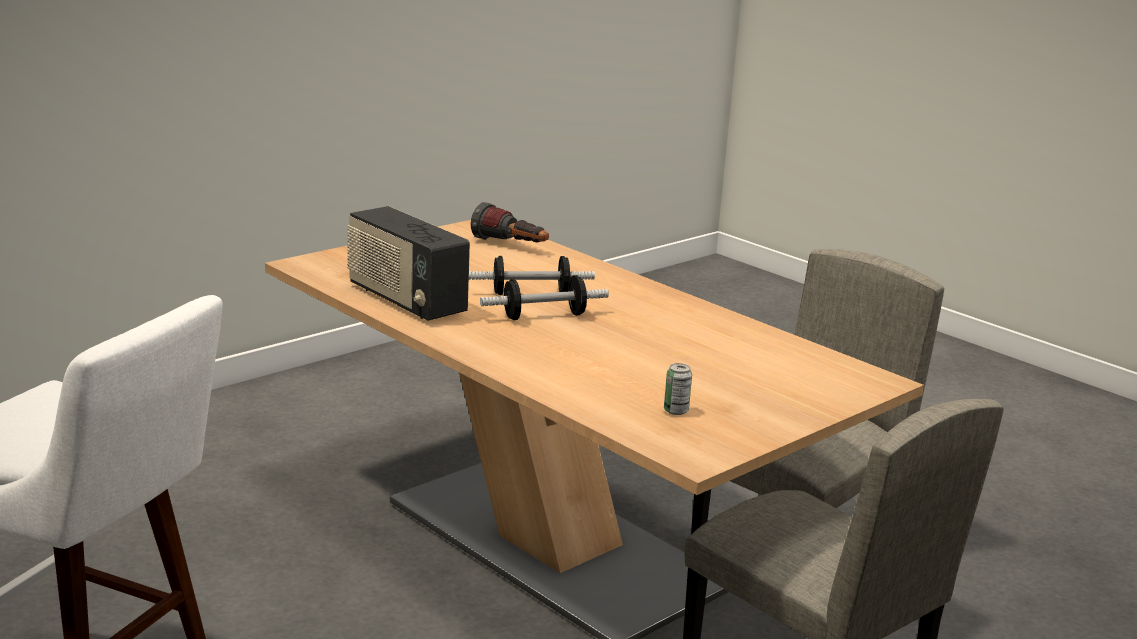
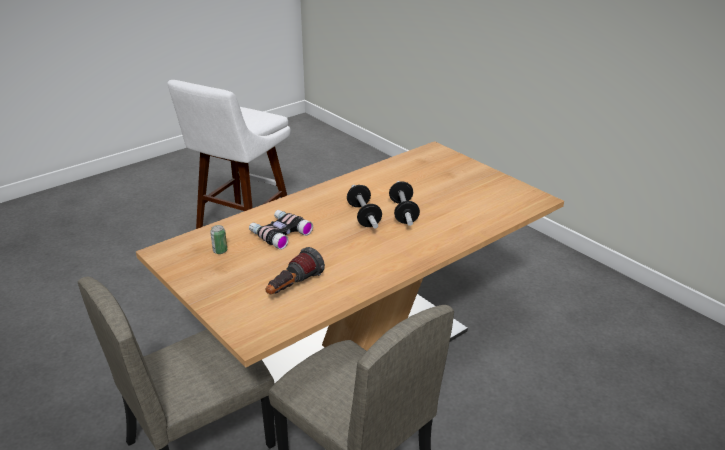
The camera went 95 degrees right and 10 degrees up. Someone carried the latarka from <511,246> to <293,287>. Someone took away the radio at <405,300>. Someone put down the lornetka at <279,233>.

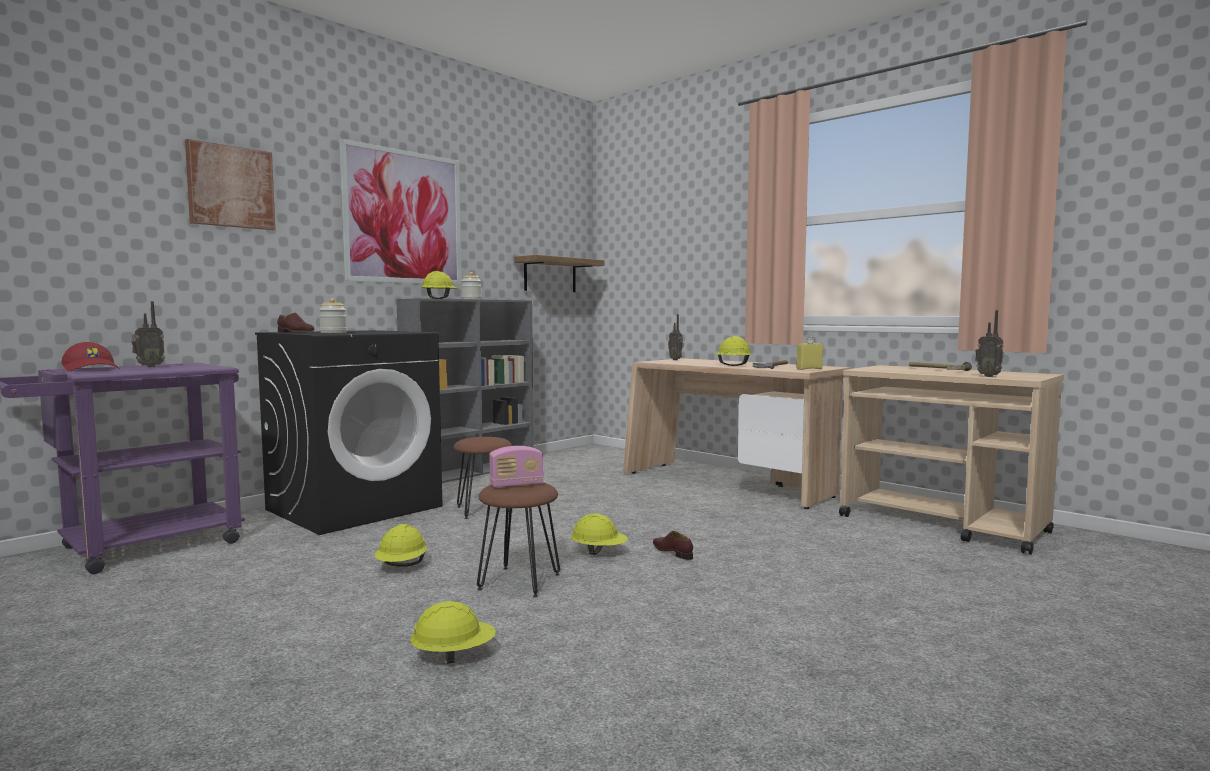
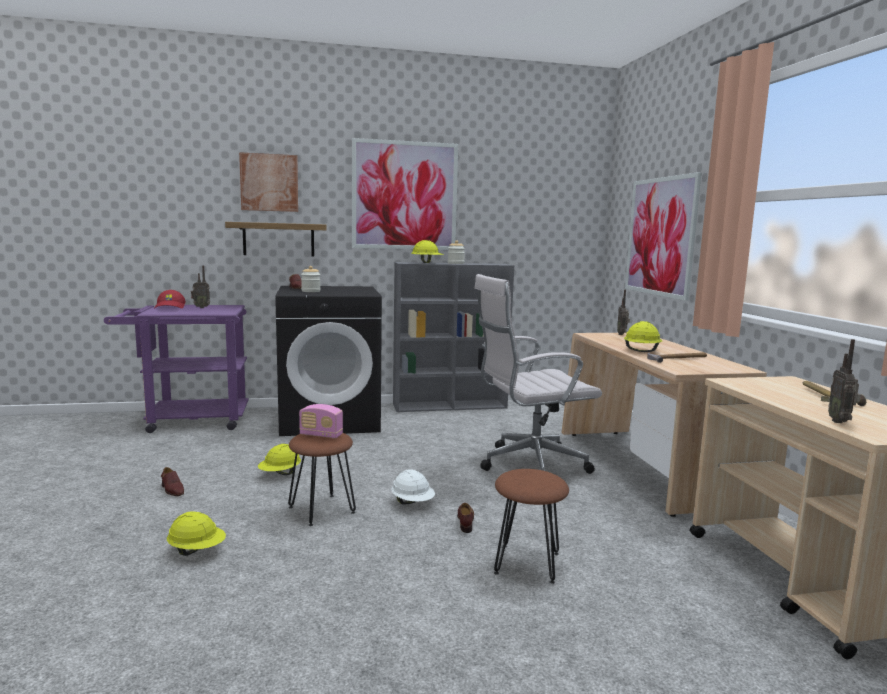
The camera went 35 degrees right and 5 degrees up. Someone carried the półka from <550,275> to <278,239>. Someone took away the butelka (żółty) at <809,369>. Someone carried the stołek (brązowy) from <484,510> to <528,563>. Someone repainted the kask (żółty) at <599,552>, which became the kask (biały) at <413,503>. Someone put up the obraz at <660,236>. Someone put down the krzesło biurowe (biały) at <528,465>. Someone put down the but (brązowy) at <172,490>.

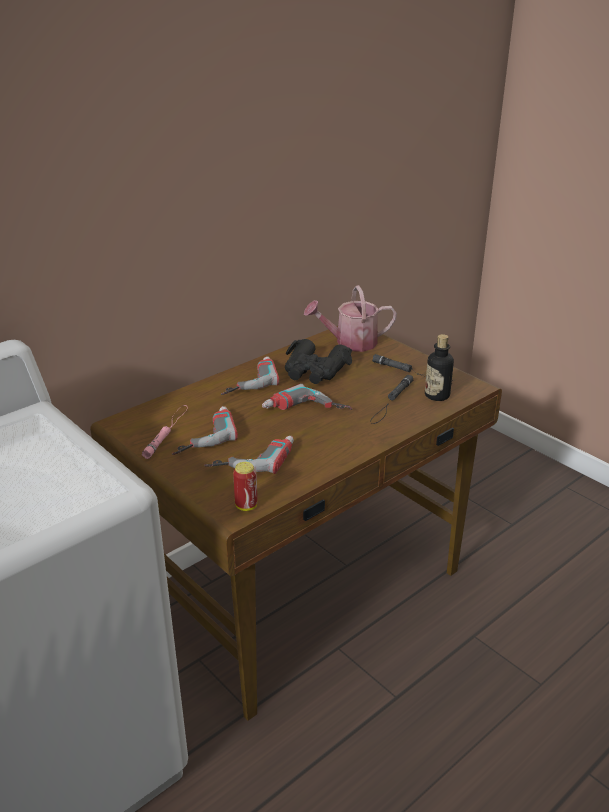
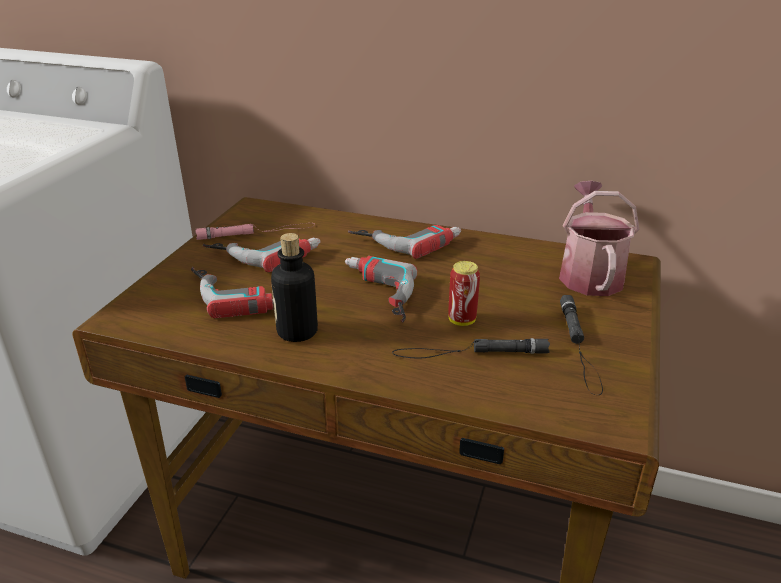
The camera went 60 degrees right and 0 degrees up. Someone rotated the konewka at <350,343> by 45 degrees clockwise. Someone carried the butelka from <437,395> to <297,331>. Someone took away the lornetka (czarny) at <314,371>. Someone carried the puszka from <246,506> to <462,320>.

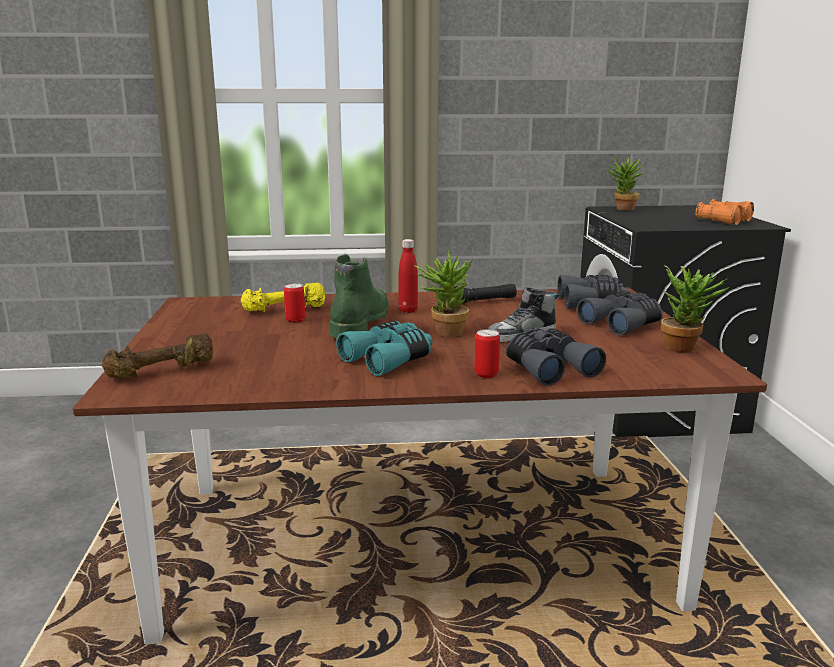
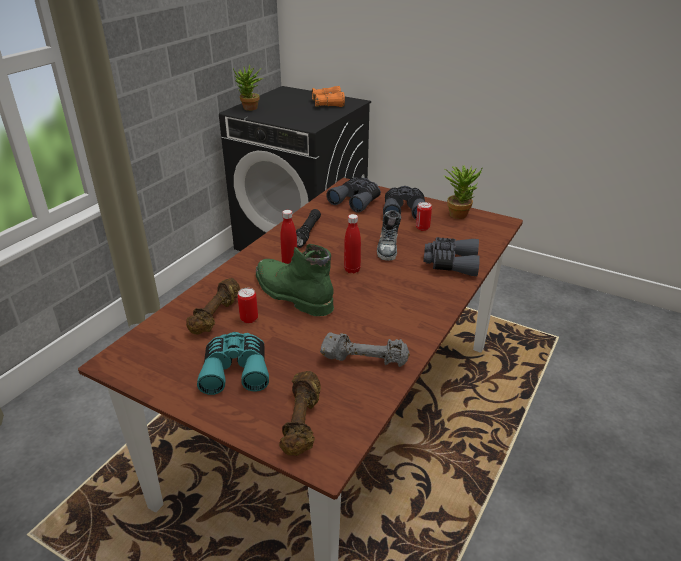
The camera went 55 degrees left and 15 degrees up. Someone swapped the roślina doniczkowa at <444,332> for the butelka (czerwony) at <352,270>. Someone repainted the hantel (żółty) at <284,310>, which became the hantel (brązowy) at <216,316>. Someone carried the lornetka (turkusowy) from <389,359> to <235,370>. Someone carried the puszka from <486,374> to <422,228>. Someone put down the hantel (szary) at <364,359>.

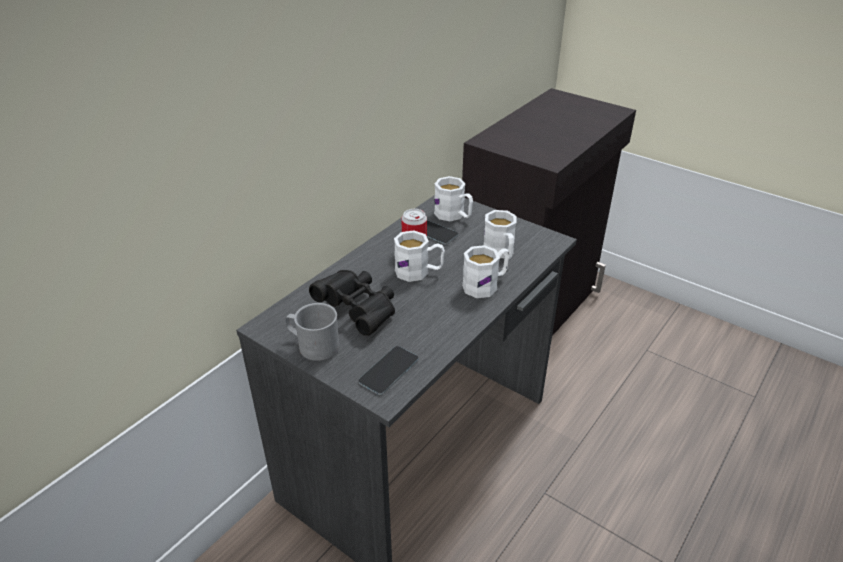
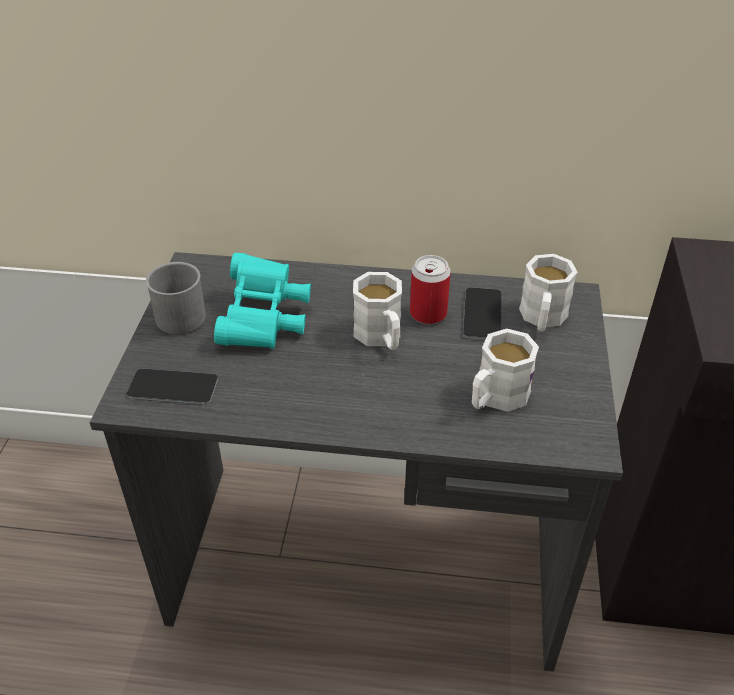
The camera went 60 degrees right and 5 degrees up. Someone took away the kubek (biały) at <486,284>. Someone repainted the lornetka (czarny) at <358,311>, which became the lornetka (turkusowy) at <264,320>.

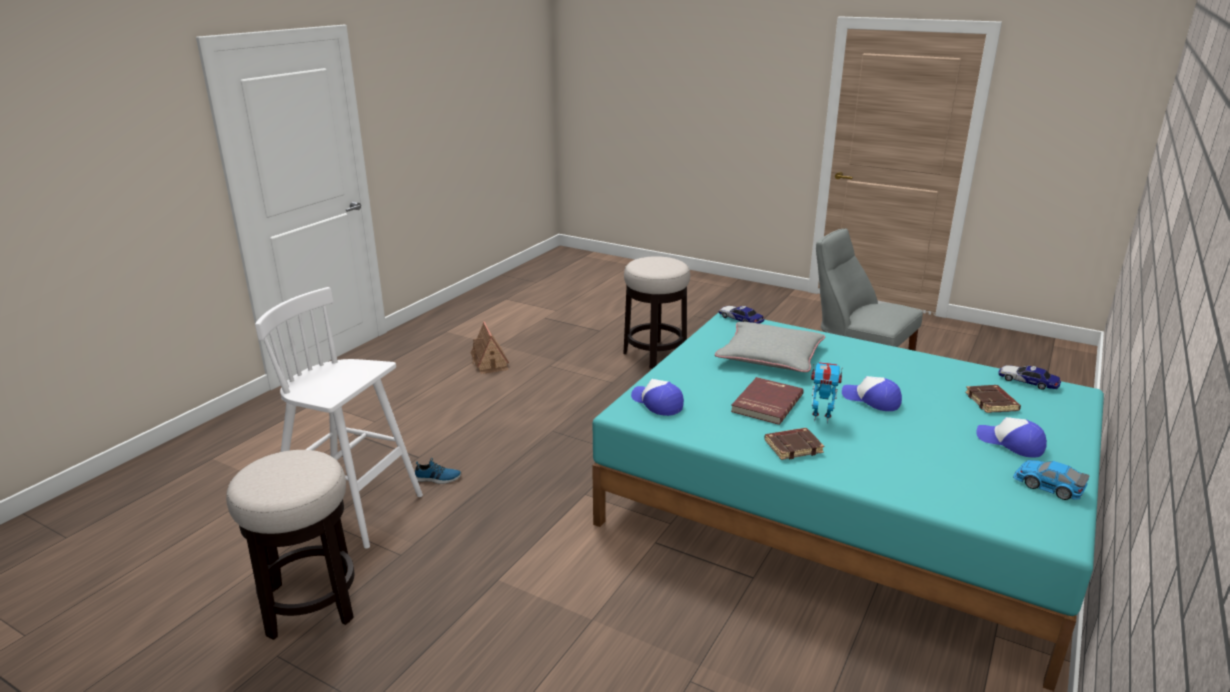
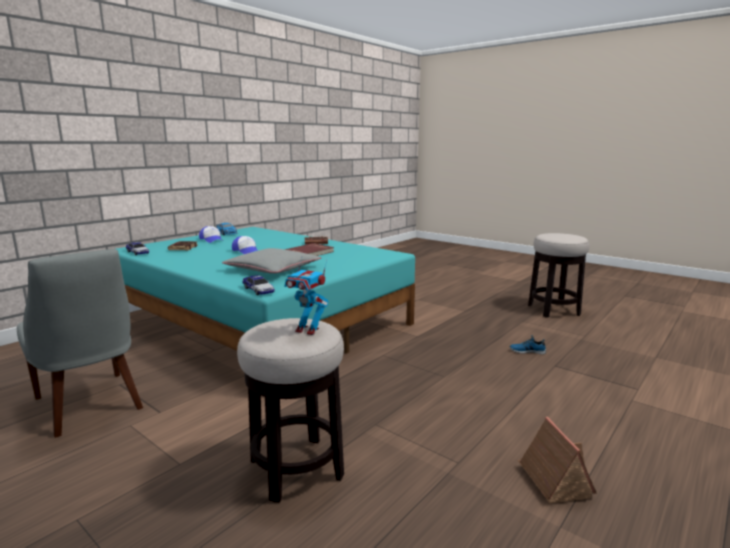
The camera went 170 degrees left and 10 degrees down. Someone took away the stołek (biały) at <352,509>. Someone carried the robot zabawkowy from <821,418> to <308,330>. Someone took away the czapka z daszkiem at <657,403>.

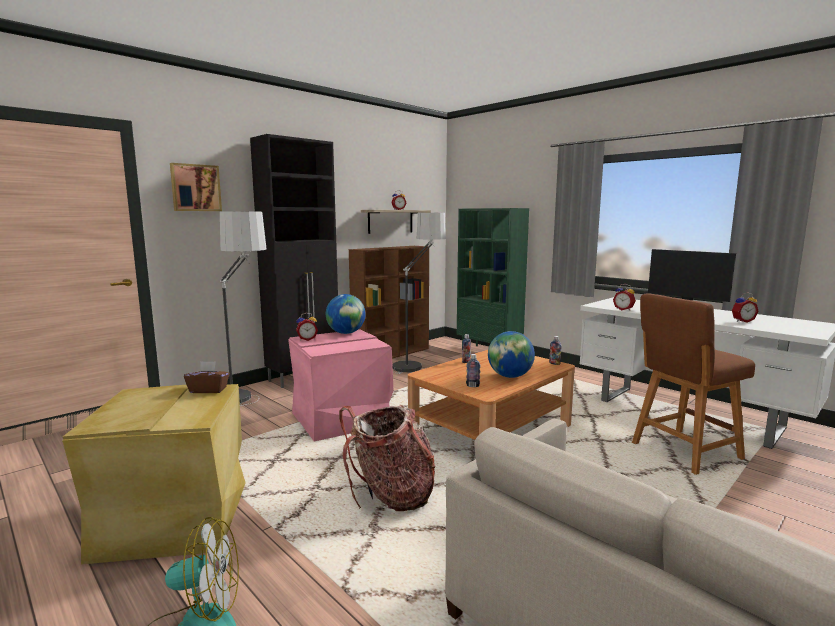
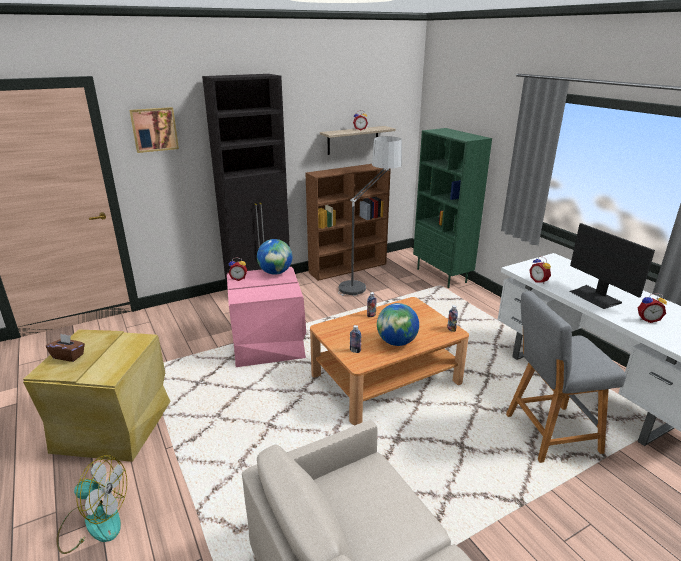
The camera went 15 degrees right and 15 degrees up. Someone took away the lampa stojąca at <244,408>. Someone repainted the stołek (brązowy) at <682,452>, which became the stołek (szary) at <548,434>. Someone carried the pudełko chusteczek (brązowy) from <208,390> to <68,356>. Someone took away the plecak at <391,496>.

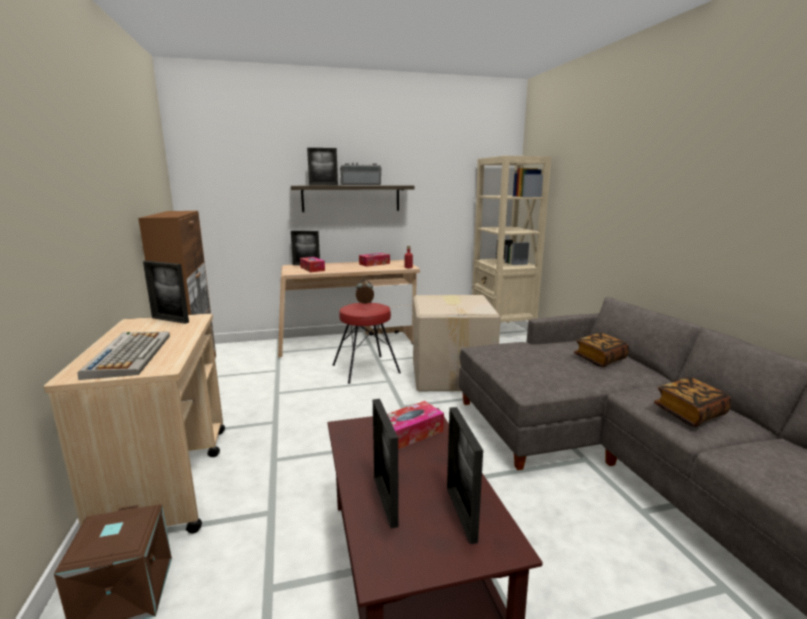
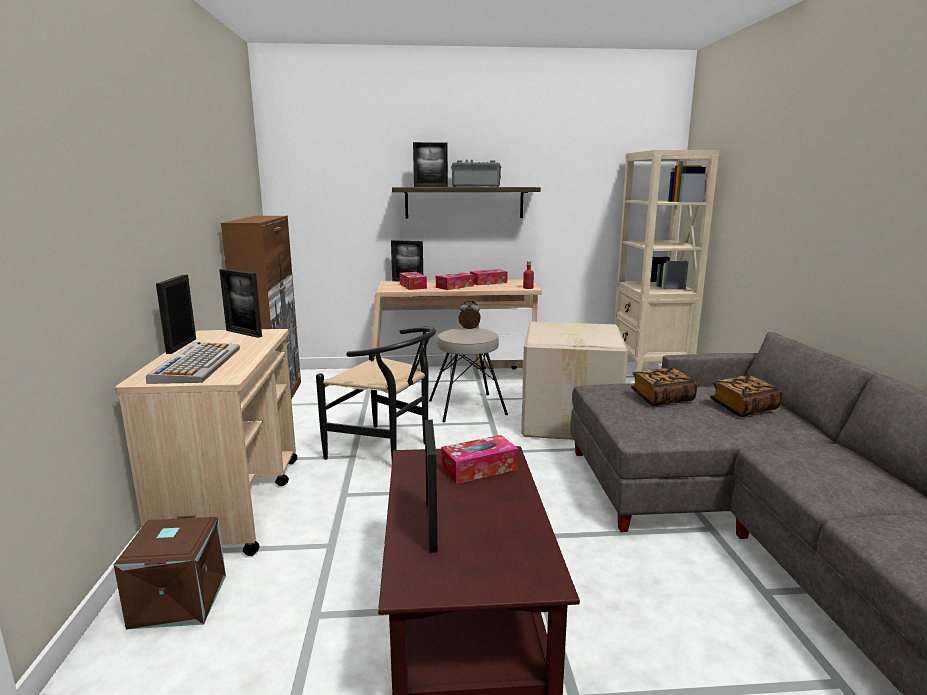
The camera went 10 degrees right and 0 degrees up. Someone repainted the stołek (czerwony) at <366,369>, which became the stołek (beżowy) at <467,408>. Someone carried the książka from <689,413> to <662,398>. Someone carried the ramka na zdjęcie from <461,513> to <181,346>. Someone put down the pudełko chusteczek at <454,286>. Someone put down the krzesło (czarny) at <387,449>.

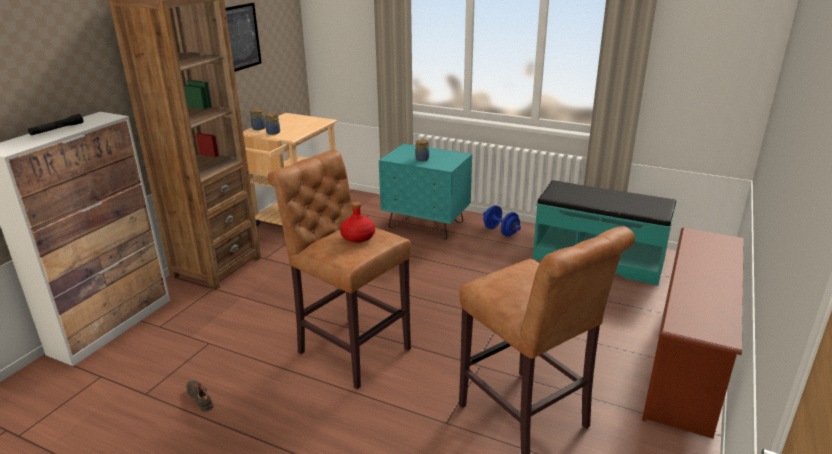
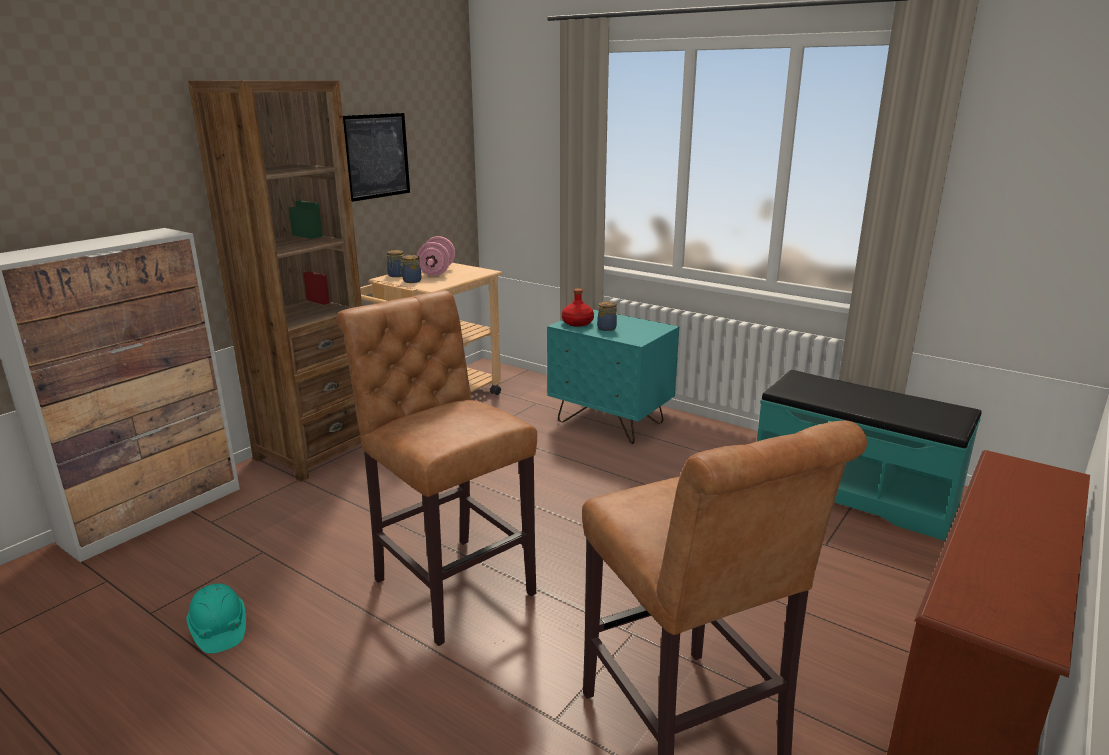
The camera went 10 degrees right and 5 degrees down. Someone took away the latarka (czarny) at <57,129>. Someone carried the butelka (czerwony) from <358,237> to <577,323>. Someone took away the hantel (niebieski) at <500,231>. Someone swapped the but (czarny) at <201,398> for the kask (turkusowy) at <219,630>. Someone put down the hantel (różowy) at <437,272>.

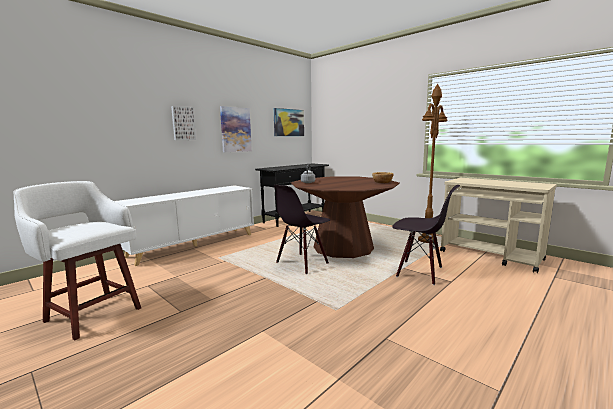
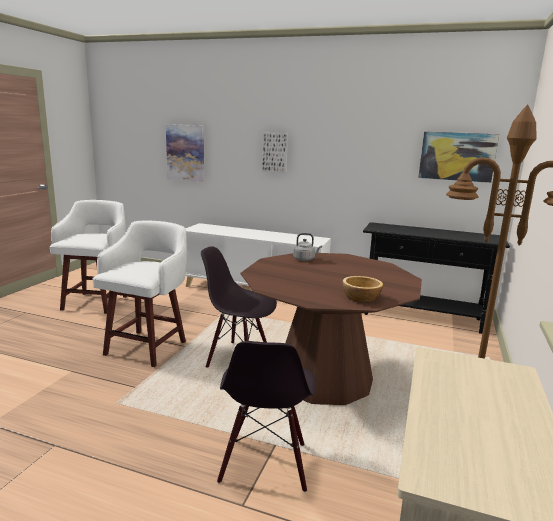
The camera went 65 degrees right and 5 degrees up. Someone carried the obraz from <235,129> to <185,153>. Someone put down the stołek (biały) at <147,347>.

